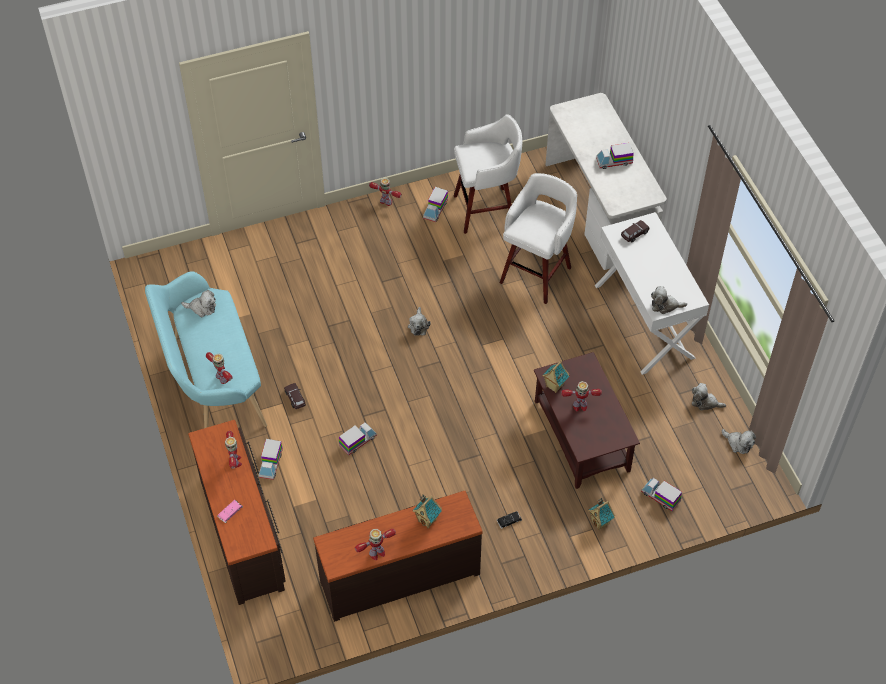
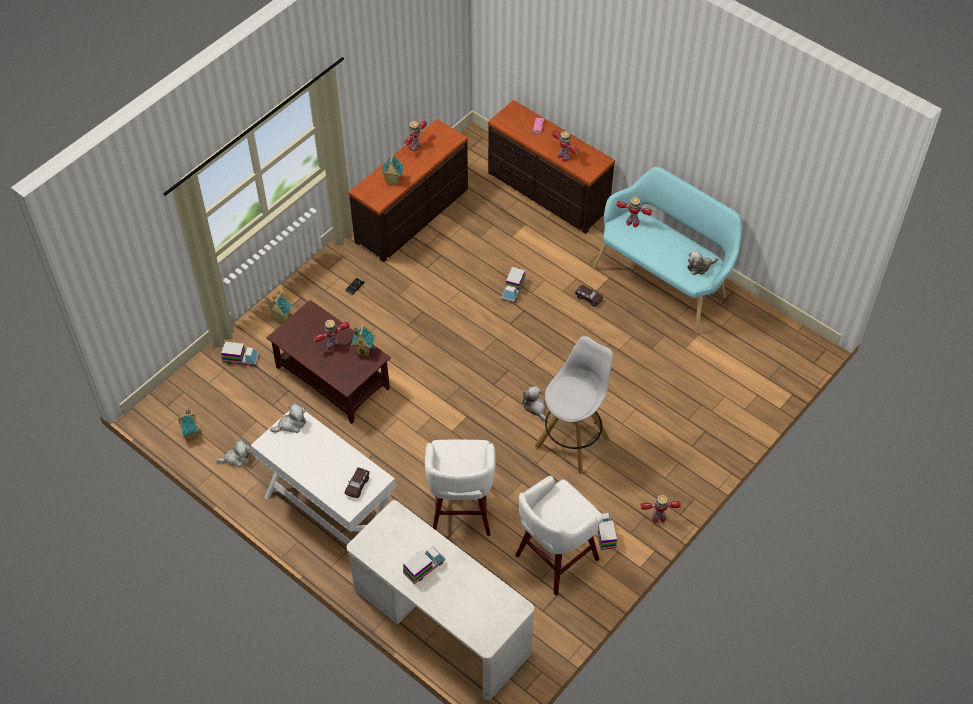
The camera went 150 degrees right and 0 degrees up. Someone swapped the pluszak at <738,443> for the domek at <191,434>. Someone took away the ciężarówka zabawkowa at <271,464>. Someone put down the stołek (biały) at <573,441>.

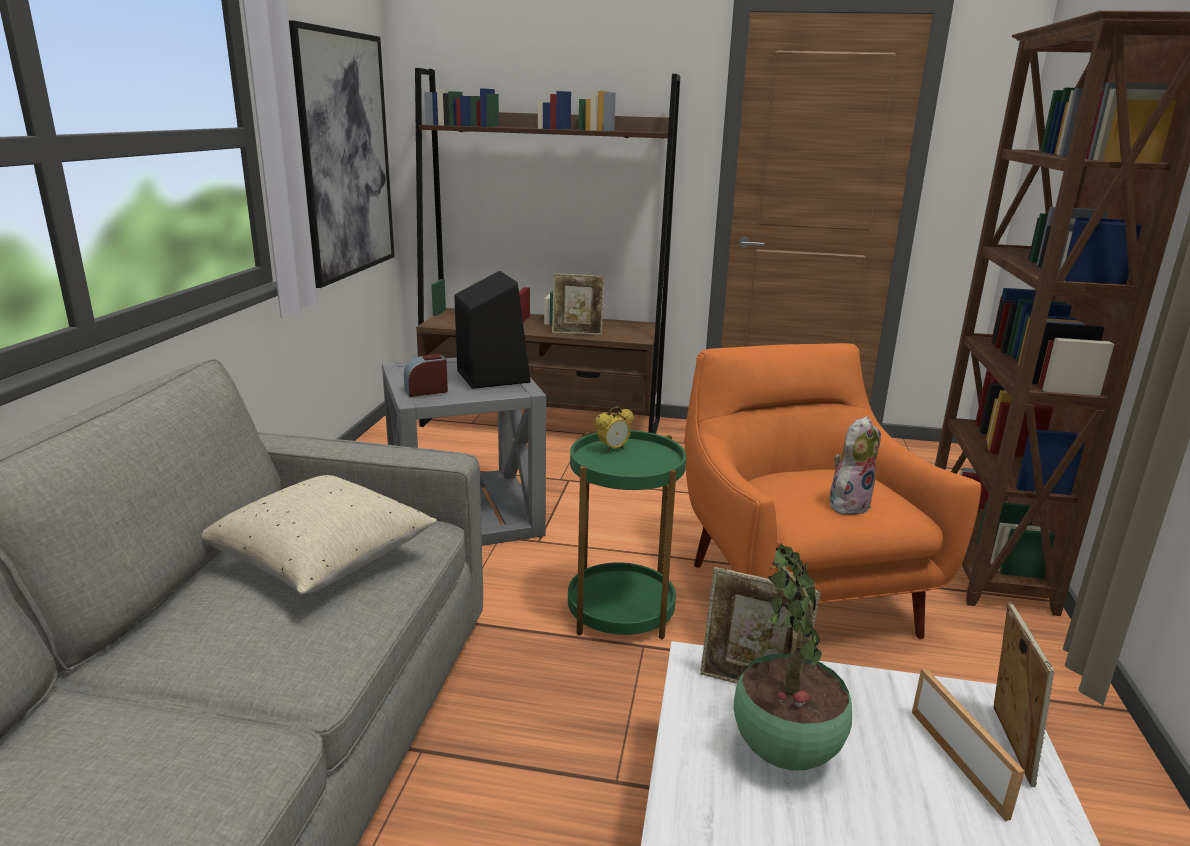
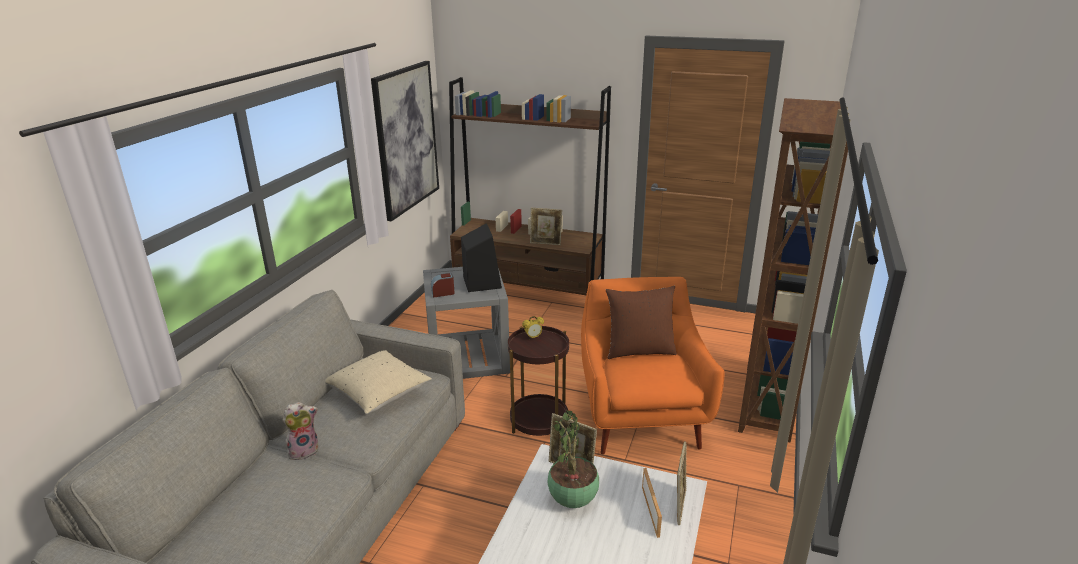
The camera went 10 degrees right and 5 degrees up. Someone carried the pluszak from <848,504> to <304,450>. Someone repainted the stolik (zielony) at <620,611>, which became the stolik (brązowy) at <539,422>. Someone put down the poduszka (brązowy) at <639,350>.

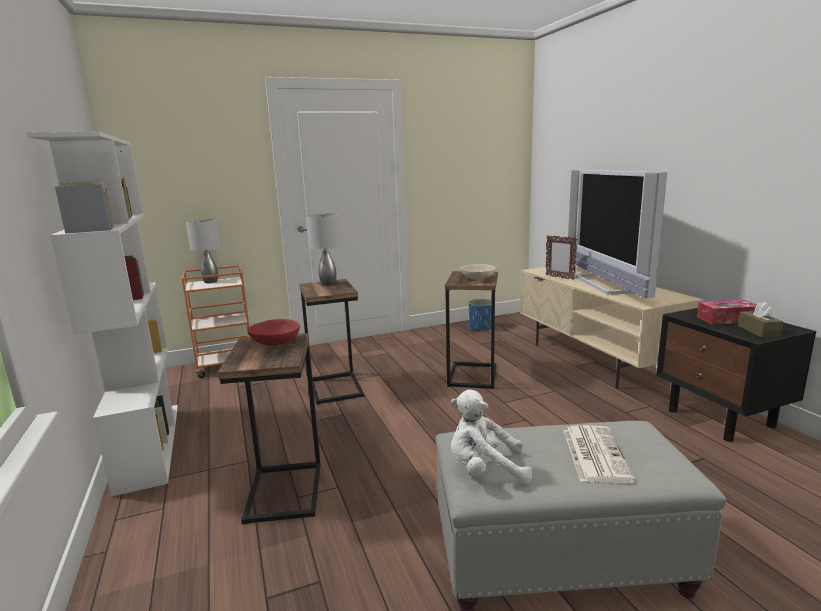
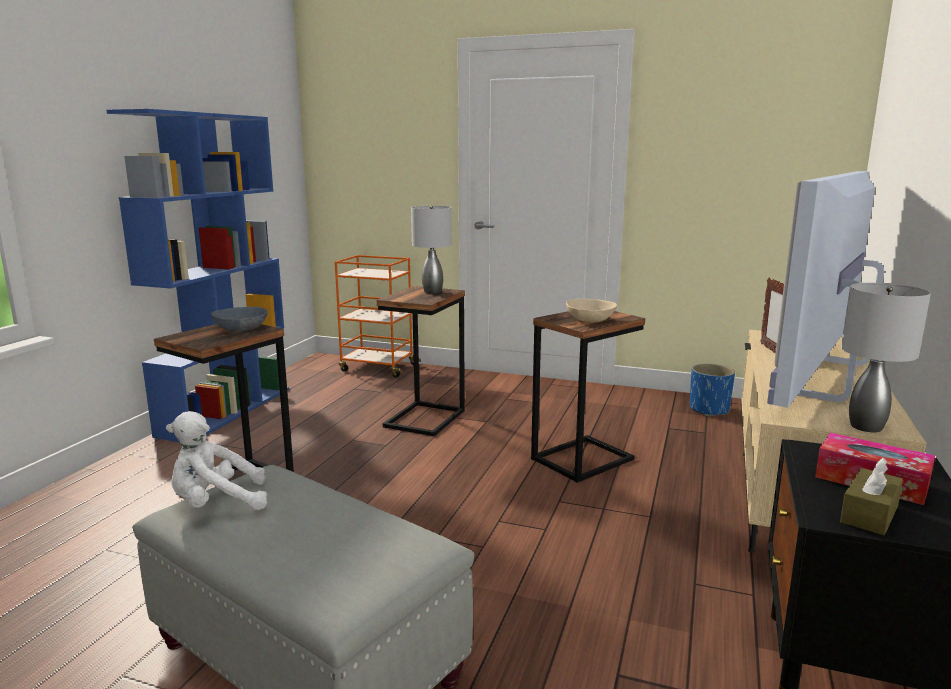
The camera went 40 degrees right and 0 degrees up. Someone repainted the regał (biały) at <148,444>, which became the regał (niebieski) at <226,411>. Someone carried the lampa stołowa (szary) from <210,281> to <865,426>. Someone repainted the miska (czerwony) at <275,342>, which became the miska (szary) at <241,329>. Someone rotated the pluszak (biały) at <485,470> by 60 degrees counterclockwise. Someone took away the gazeta at <594,453>.

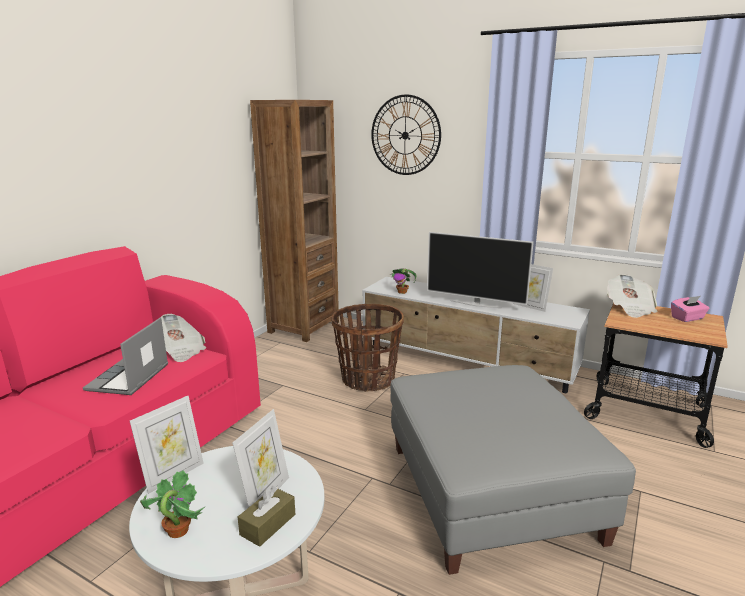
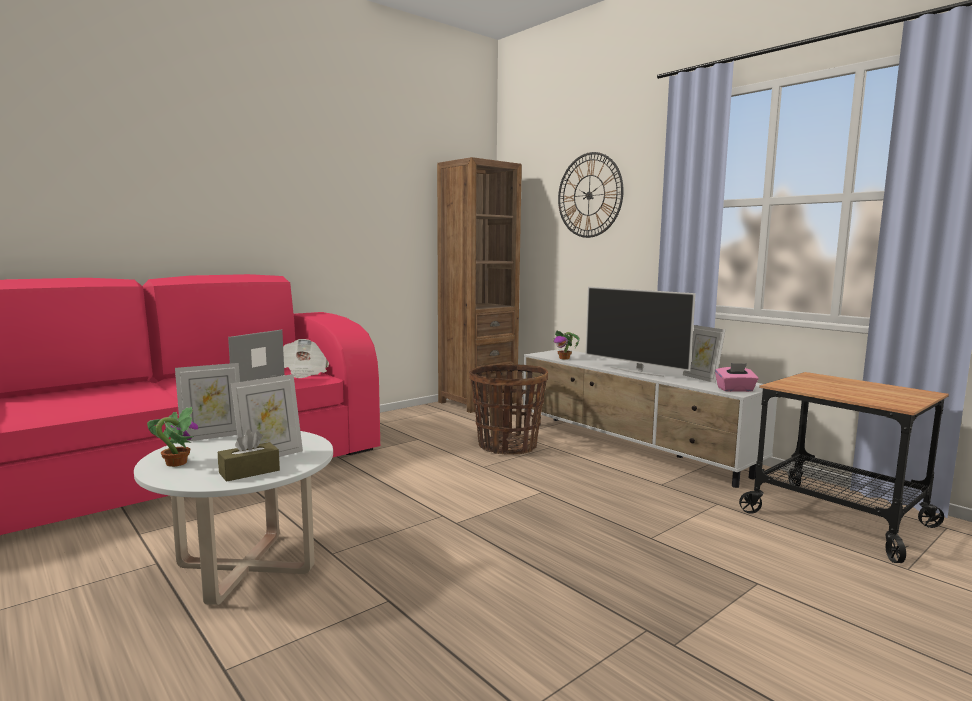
The camera went 20 degrees right and 10 degrees down. Someone took away the gazeta at <629,308>. Someone carried the pudełko chusteczek (różowy) from <687,318> to <735,390>. Someone took away the pufa (szary) at <491,492>.

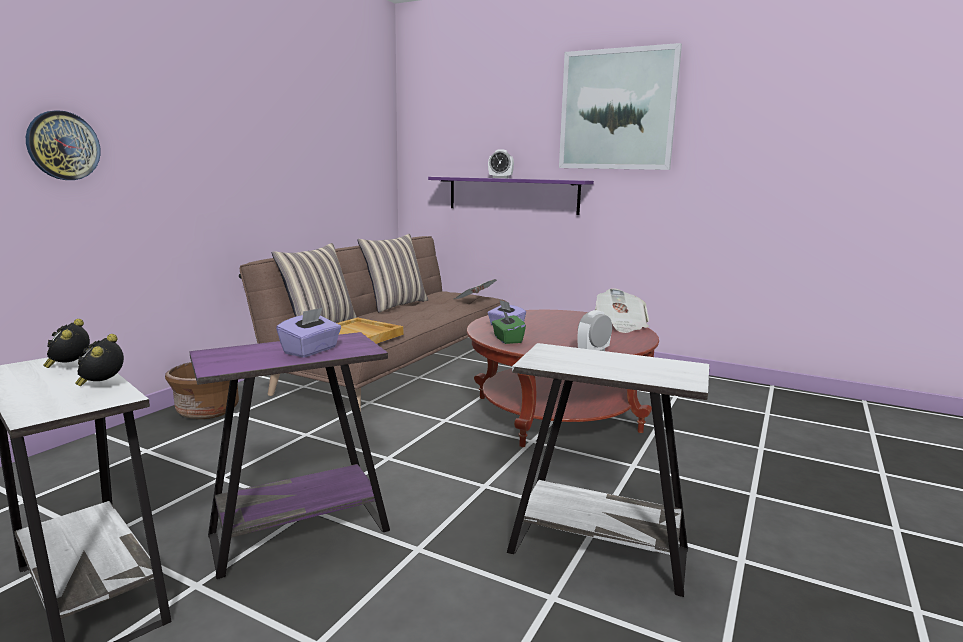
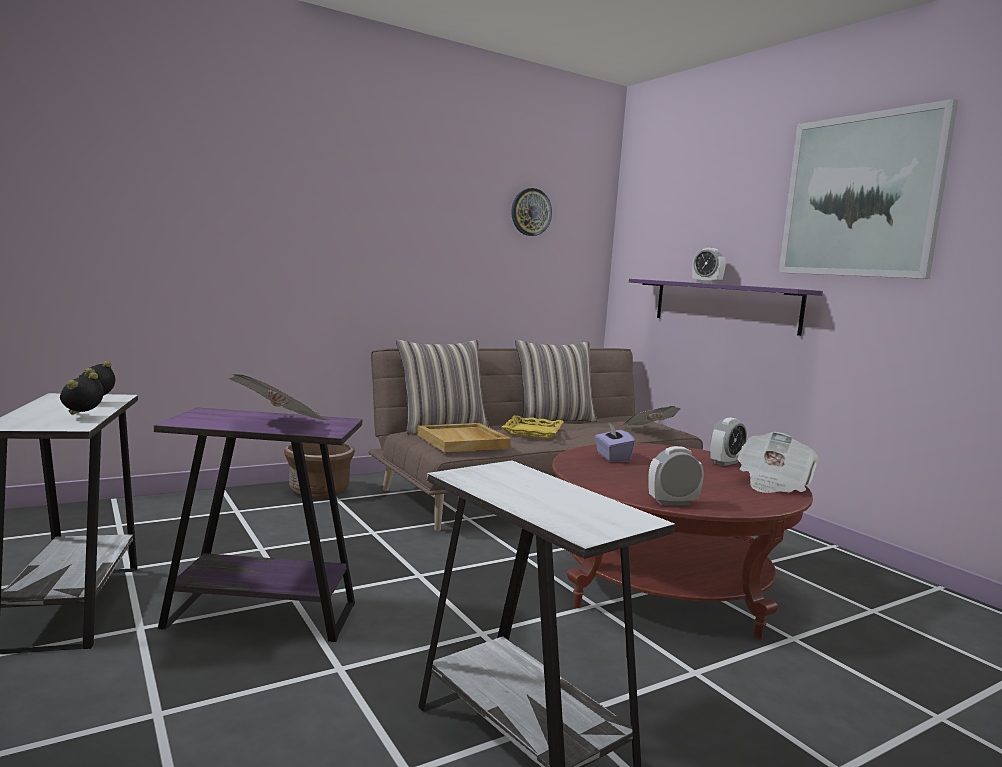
The camera went 30 degrees right and 5 degrees down. Someone carried the zegar ścienny from <63,145> to <531,212>. Someone swapped the pudełko chusteczek (fioletowy) at <311,350> for the gazeta at <281,424>. Someone took away the pudełko chusteczek (zielony) at <507,339>. Someone put down the taca (żółty) at <532,431>. Someone put down the budzik at <725,463>.

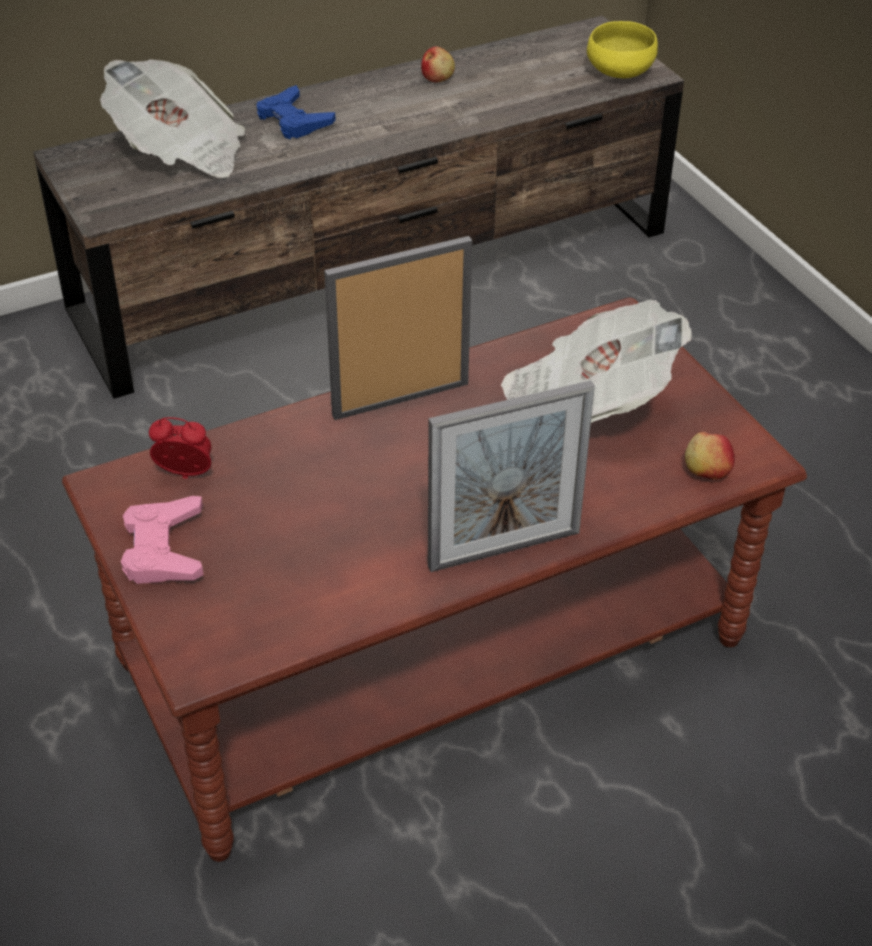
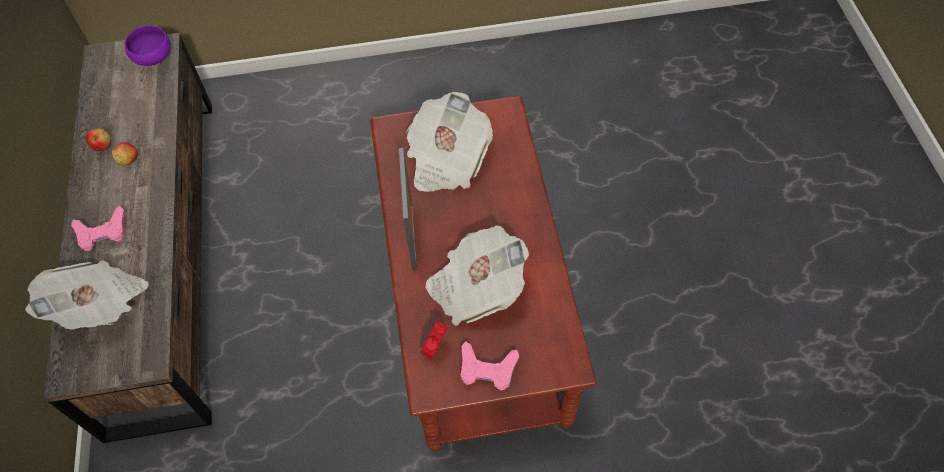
The camera went 70 degrees left and 15 degrees up. Someone repainted the miska (żółty) at <619,73>, which became the miska (fioletowy) at <154,57>. Someone repainted the pad do gier (niebieski) at <293,120>, which became the pad do gier (różowy) at <102,232>. Someone took away the ramka na zdjęcie at <504,549>. Someone carried the jabłko from <706,471> to <128,160>. Someone put down the gazeta at <476,288>.

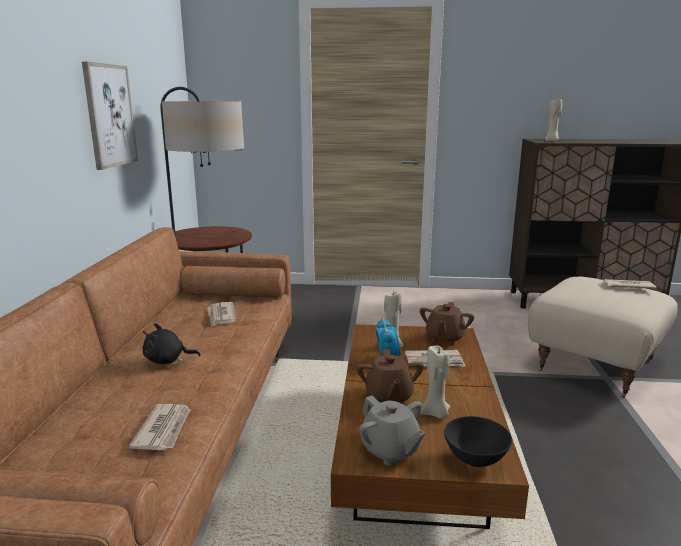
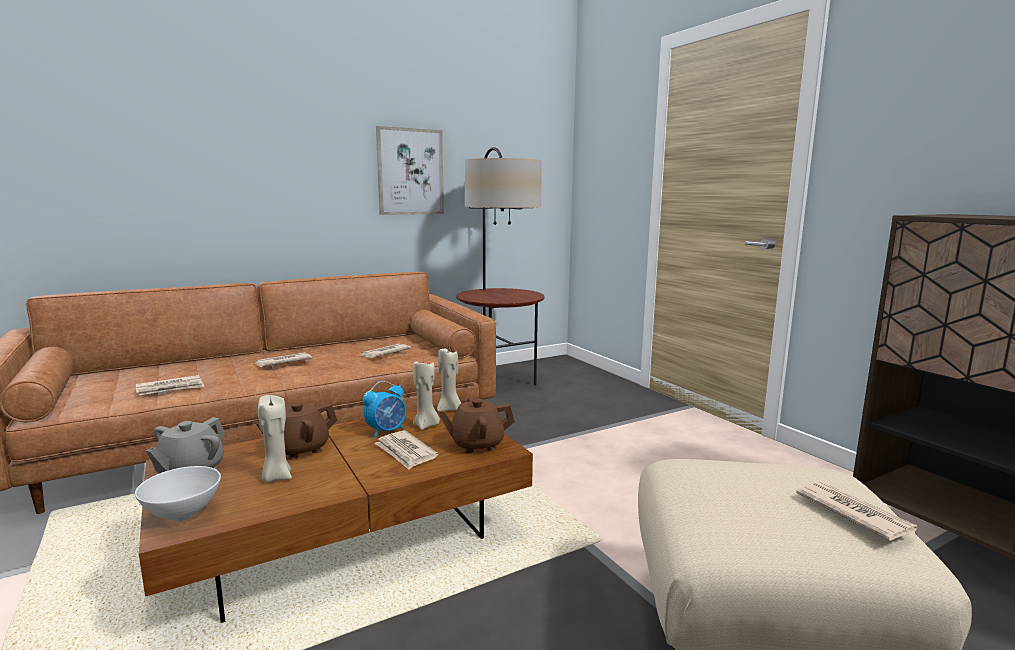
The camera went 55 degrees right and 5 degrees down. Someone carried the świeca (beżowy) from <551,141> to <449,409>. Someone swapped the pluszak (czarny) at <167,360> for the gazeta at <282,362>. Someone repainted the miska (czarny) at <475,460>, which became the miska (biały) at <183,515>.

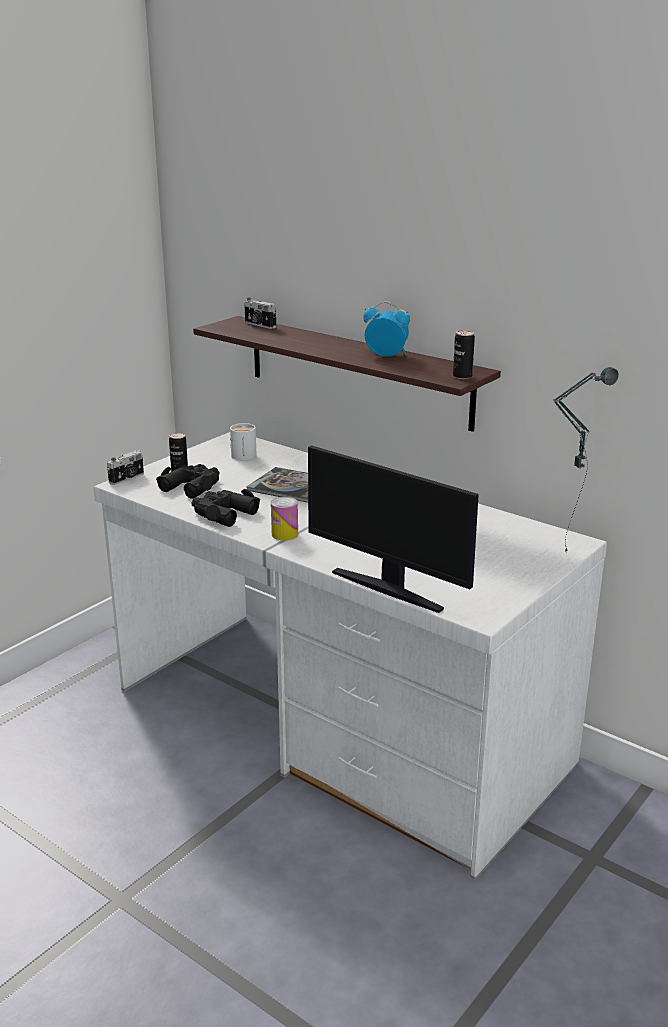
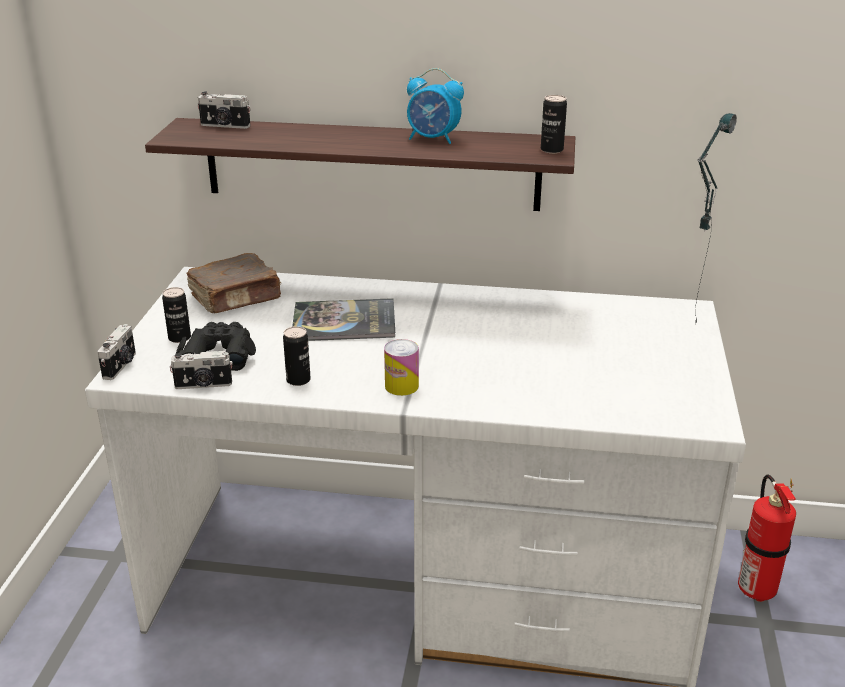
The camera went 30 degrees left and 5 degrees up. Someone rotated the budzik at <386,355> by 150 degrees counterclockwise. Someone swapped the kubek (biały) at <243,456> for the książka (brązowy) at <236,298>. Someone took away the monitor at <388,588>. Someone swapped the lornetka (czarny) at <222,513> for the puszka at <298,380>. Someone put down the aparat fotograficzny at <203,385>. Someone put down the gaśnica at <754,588>.

